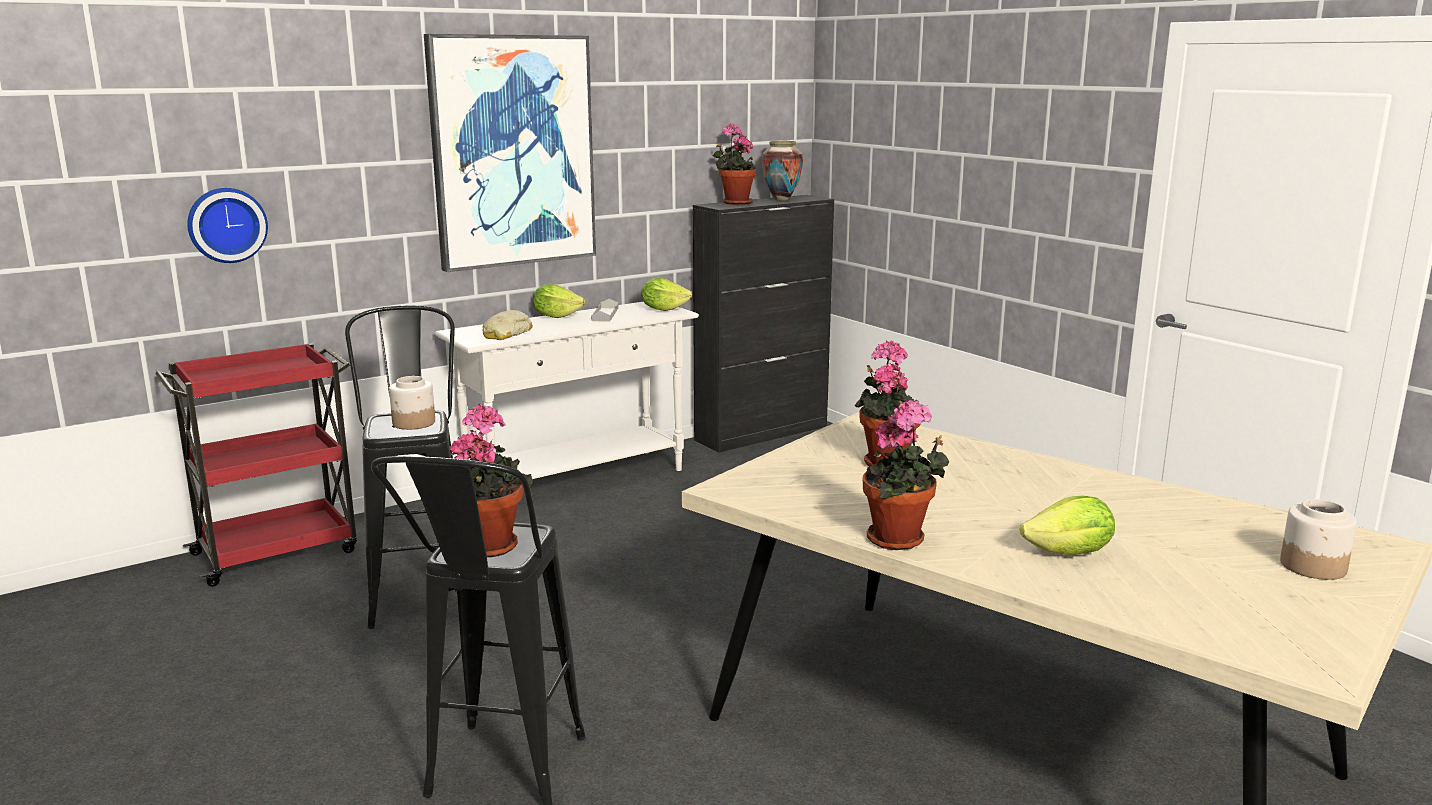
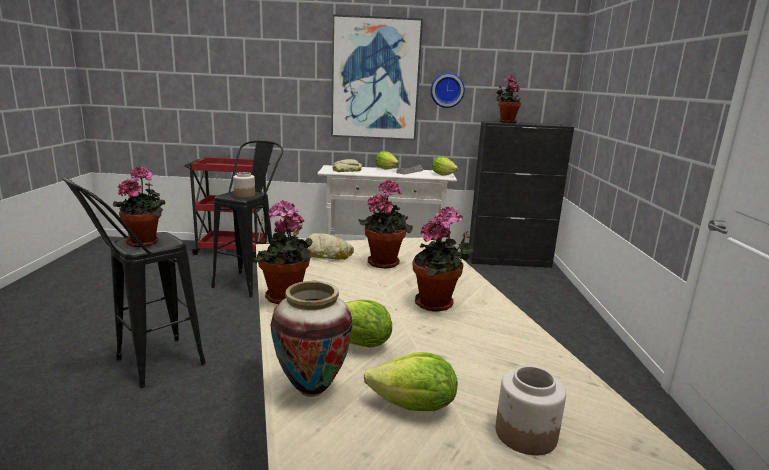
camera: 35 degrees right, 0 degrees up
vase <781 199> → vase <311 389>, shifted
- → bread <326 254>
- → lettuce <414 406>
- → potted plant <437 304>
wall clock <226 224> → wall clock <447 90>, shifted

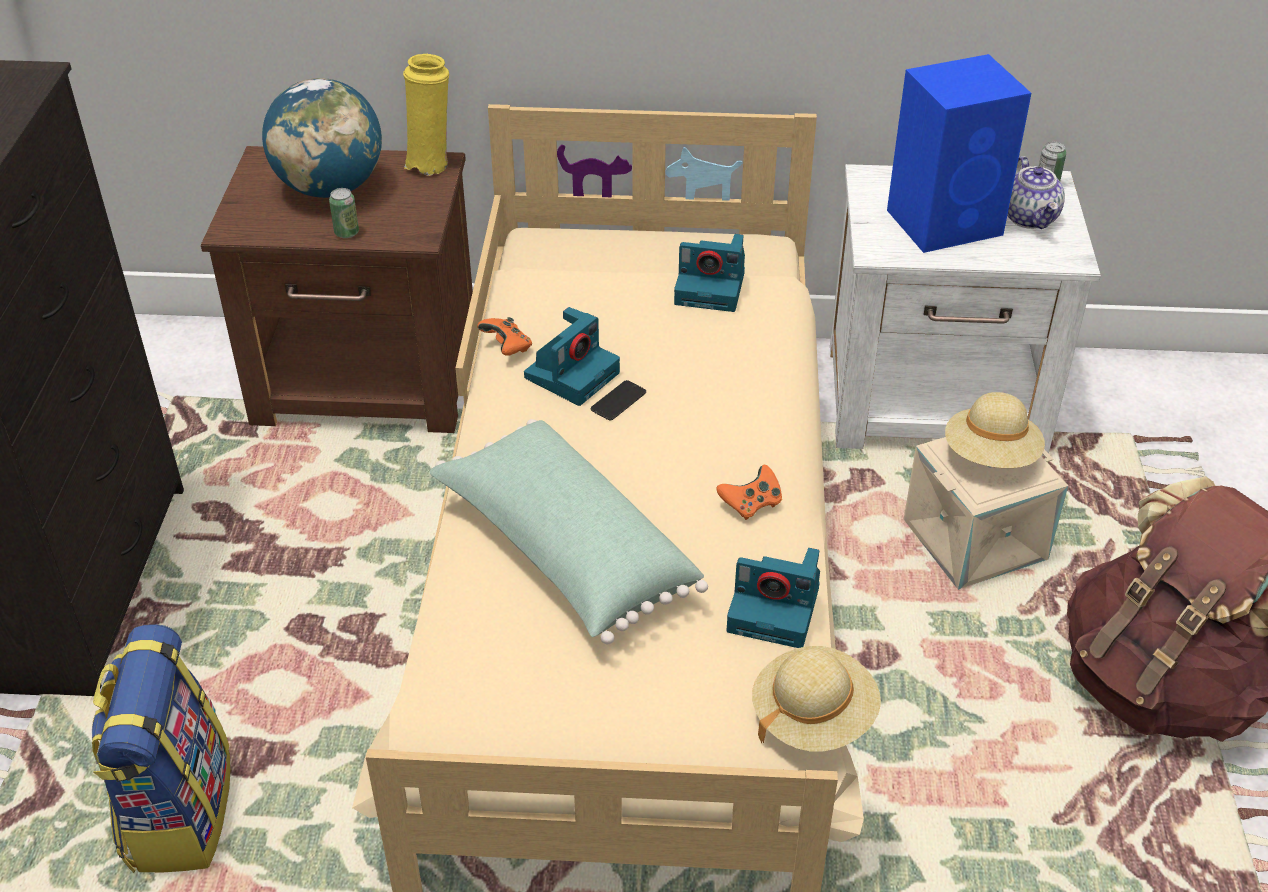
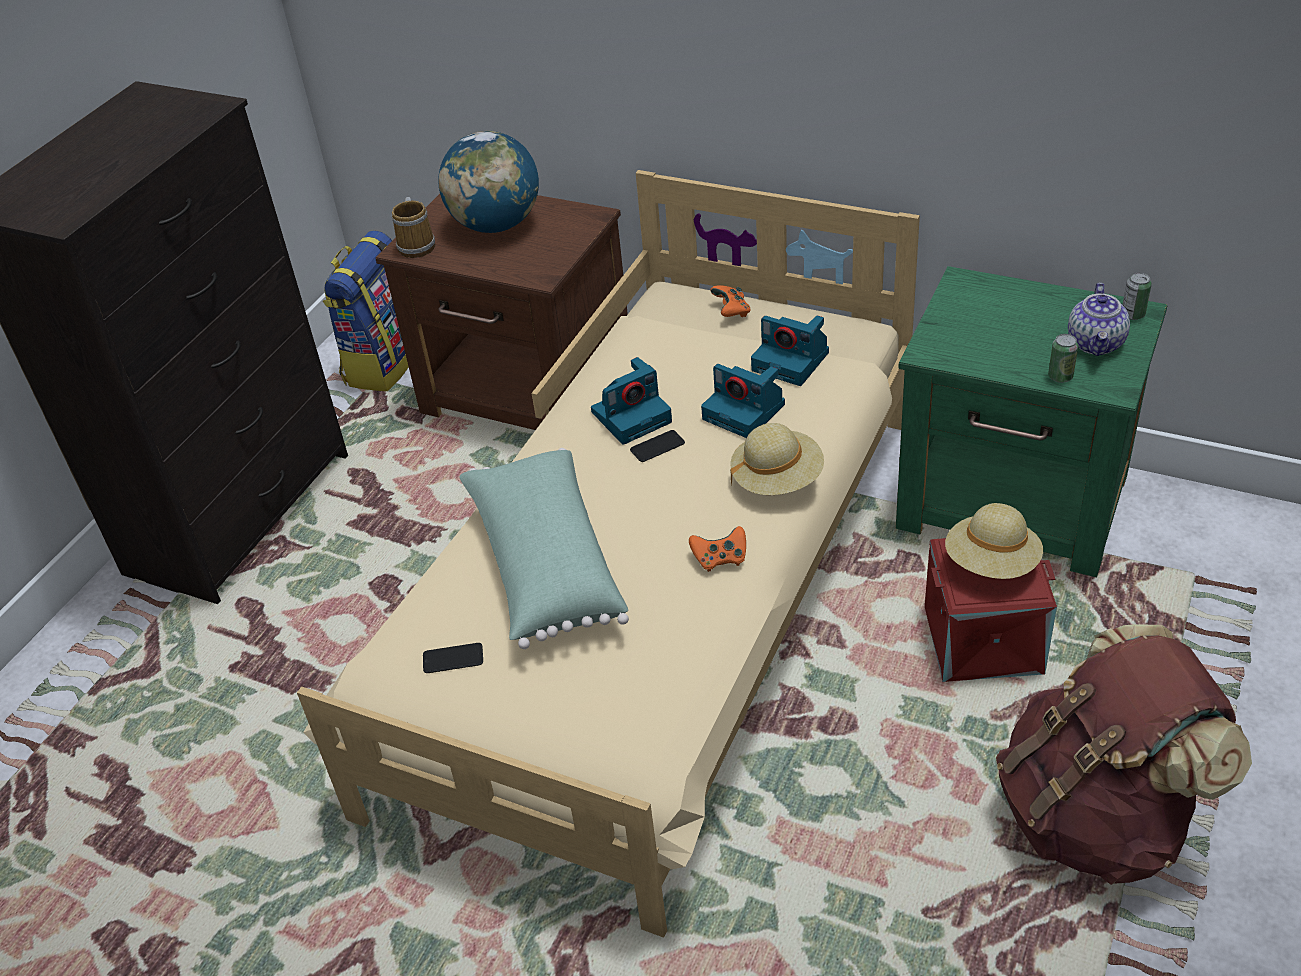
camera: 25 degrees right, 0 degrees up
backpack <178 811> → backpack <383 363>, shifted
- → mug <417 245>
- → phone <453 659>
photo camera <776 609> → photo camera <745 412>, shifted
orange game controller <507 348> → orange game controller <731 311>, shifted
beige hat <813 716> → beige hat <777 479>, shifted
white nightstand <937 401> → green nightstand <1015 505>
beige storage box <974 539> → red storage box <983 639>
can <346 233> → can <1060 377>, shifted
yellow vase <430 163> → -
blue speaker <947 222> → -

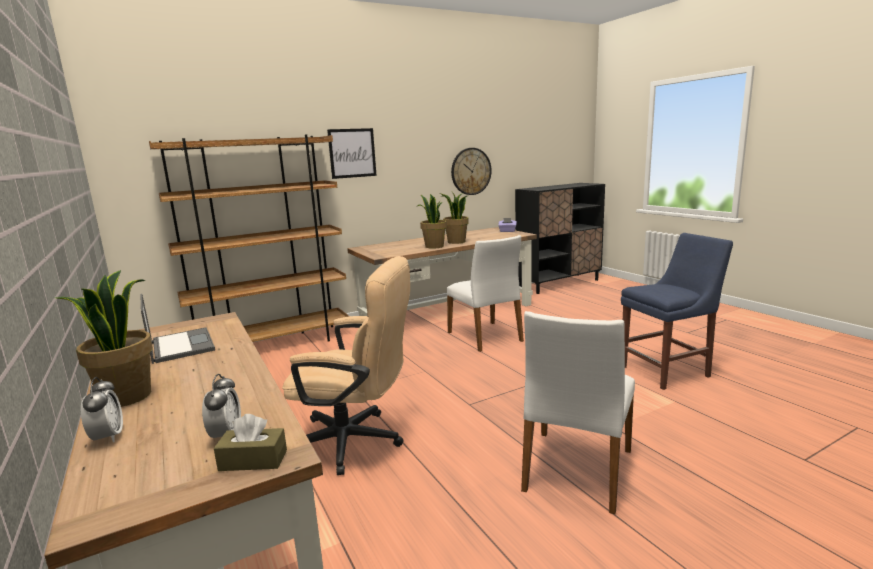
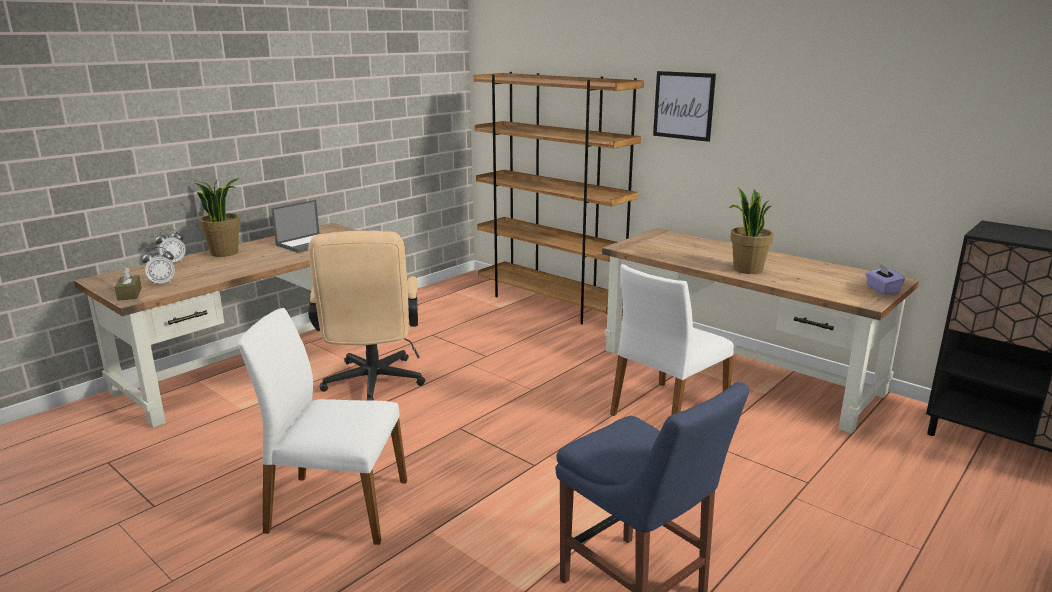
camera: 70 degrees right, 5 degrees up
potted plant <434 246> → -
wall clock <471 171> → -

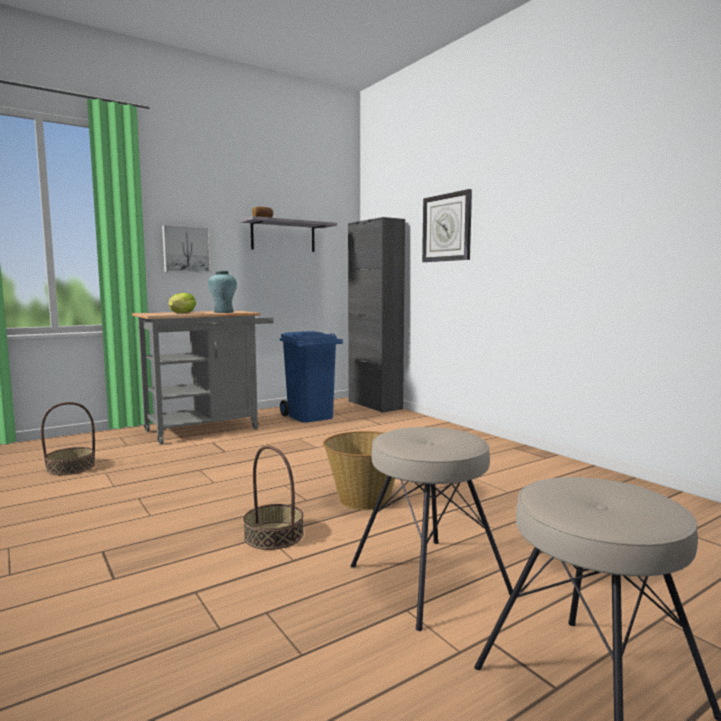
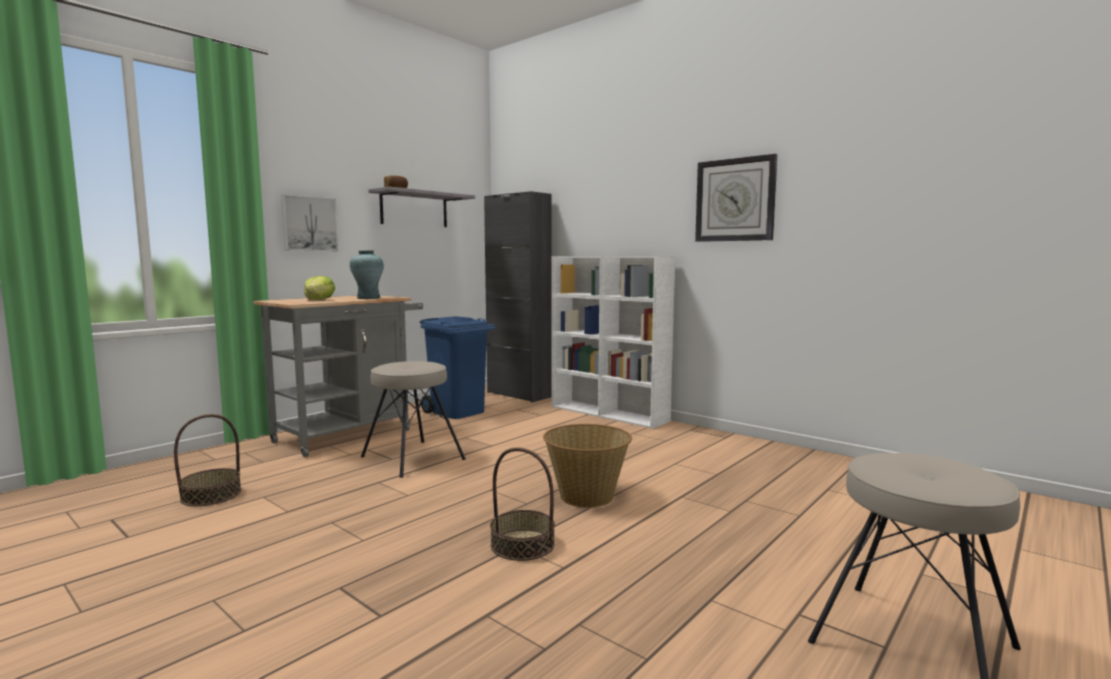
camera: 15 degrees left, 0 degrees up
beige stool <427 580> → beige stool <412 458>, shifted
- → white bookcase <609 413>
wall clock <447 227> → wall clock <735 200>, shifted

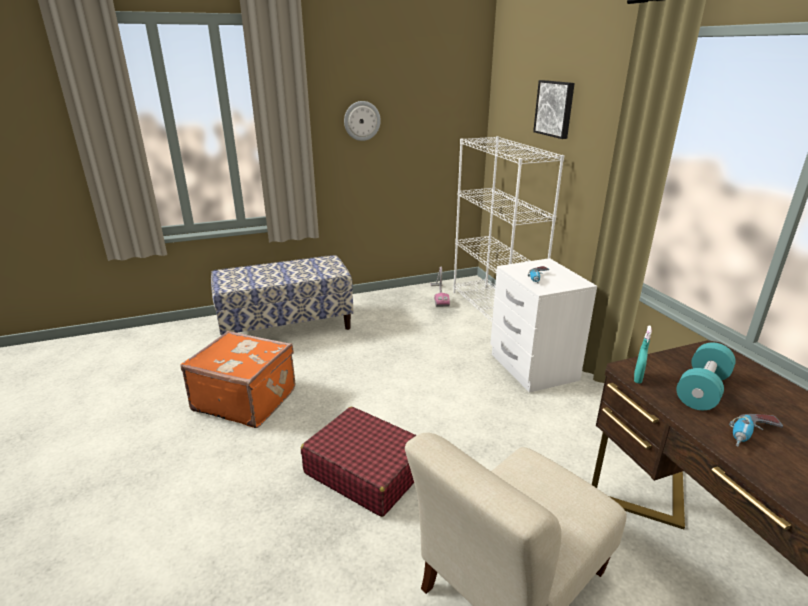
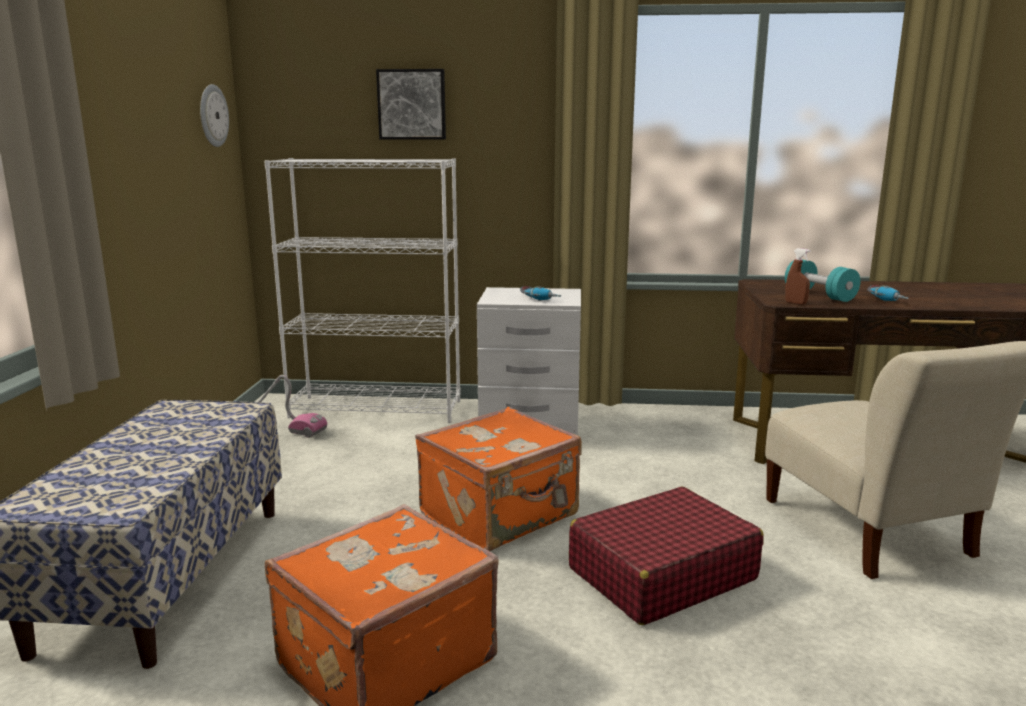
camera: 65 degrees left, 10 degrees down
wall clock <362 121> → wall clock <212 116>, shifted
- → orange suitcase <501 516>
turquoise spray bottle <637 378> → brown spray bottle <795 303>

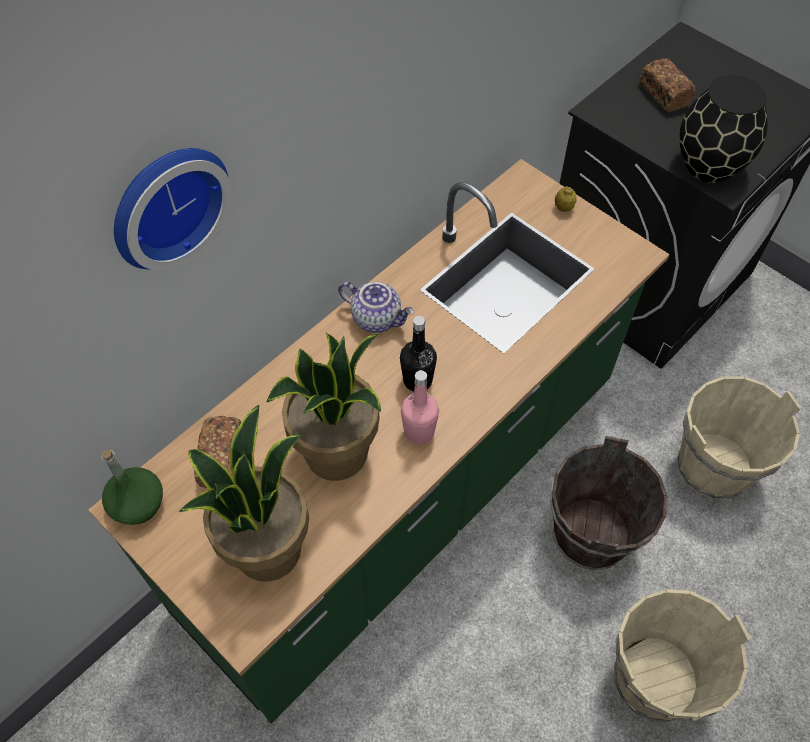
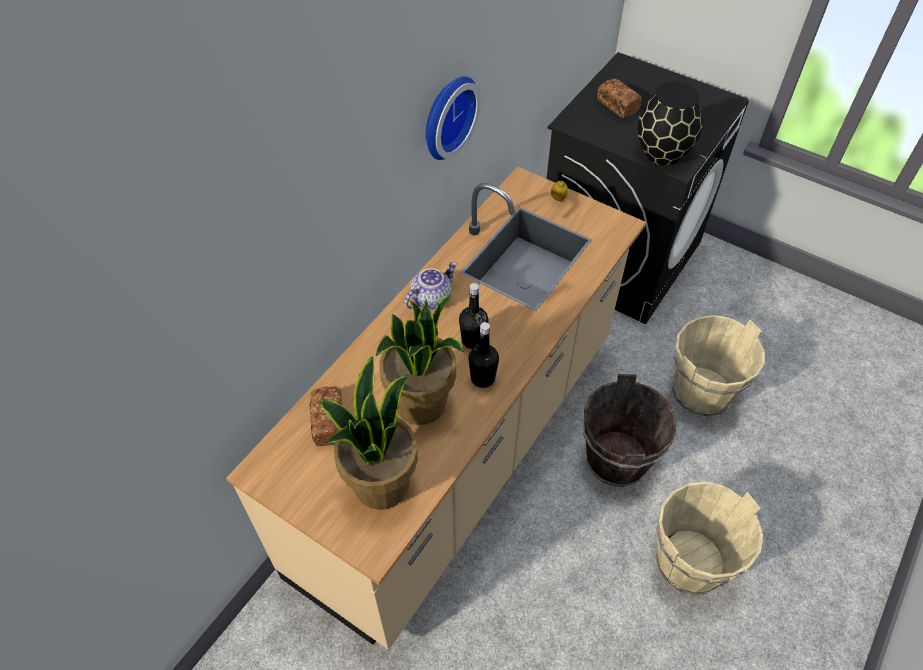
camera: 10 degrees left, 5 degrees down
green counter <405 497> → beige counter <461 454>
teapot <377 318> → teapot <431 298>, 60 degrees counterclockwise
wall clock <165 203> → wall clock <446 116>, shifted
pink bottle <419 432> → black bottle <483 378>
green bottle <137 504> → -

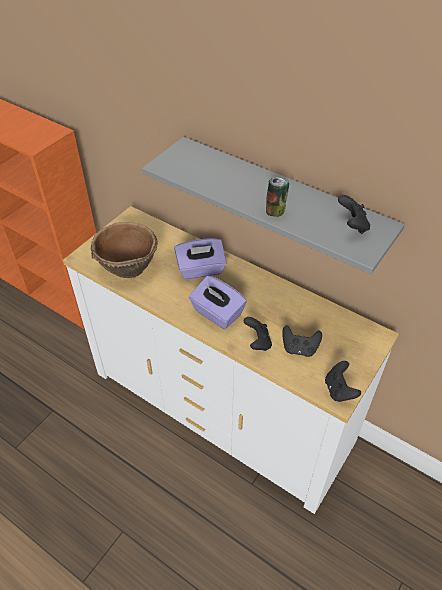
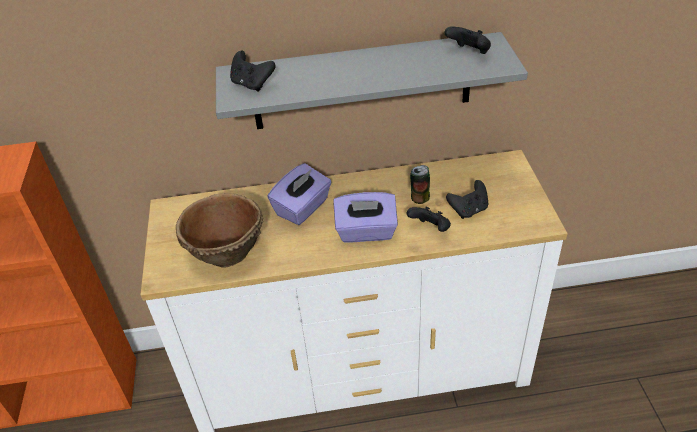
camera: 40 degrees left, 5 degrees down
black game controller <339 390> → black game controller <252 84>, shifted
can <275 211> → can <420 198>, shifted

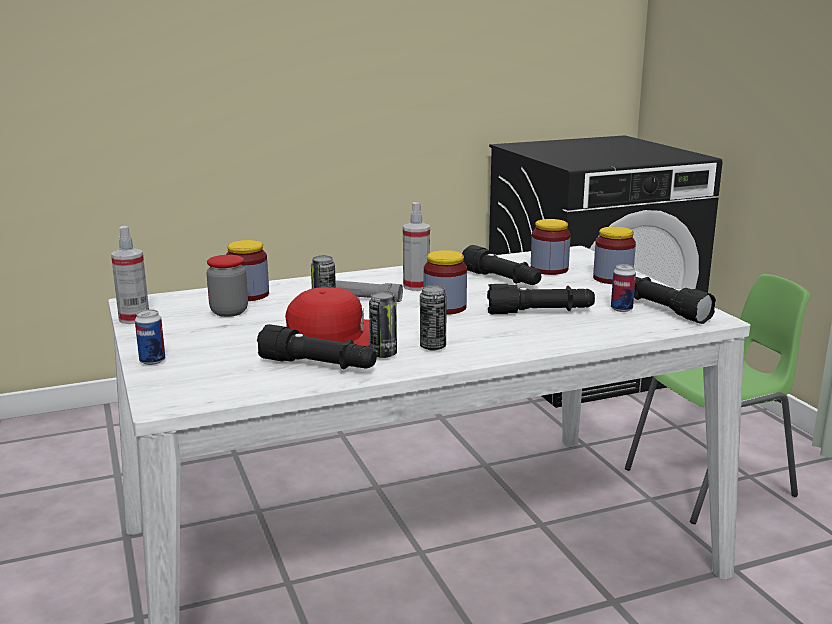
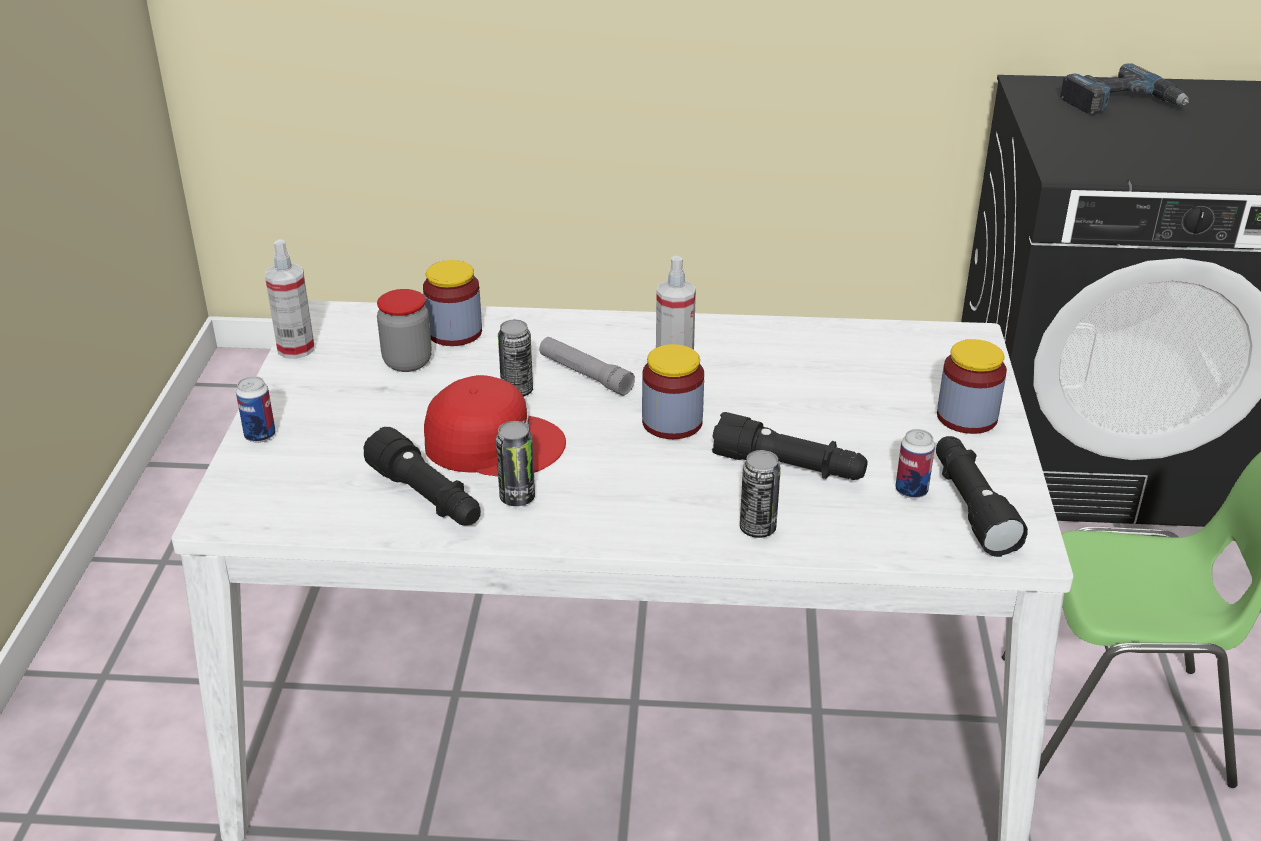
camera: 25 degrees right, 15 degrees up
can <433 347> → can <757 528>, shifted
- → power drill <1121 103>
black flashlight <502 280> → -
jar <549 269> → -

